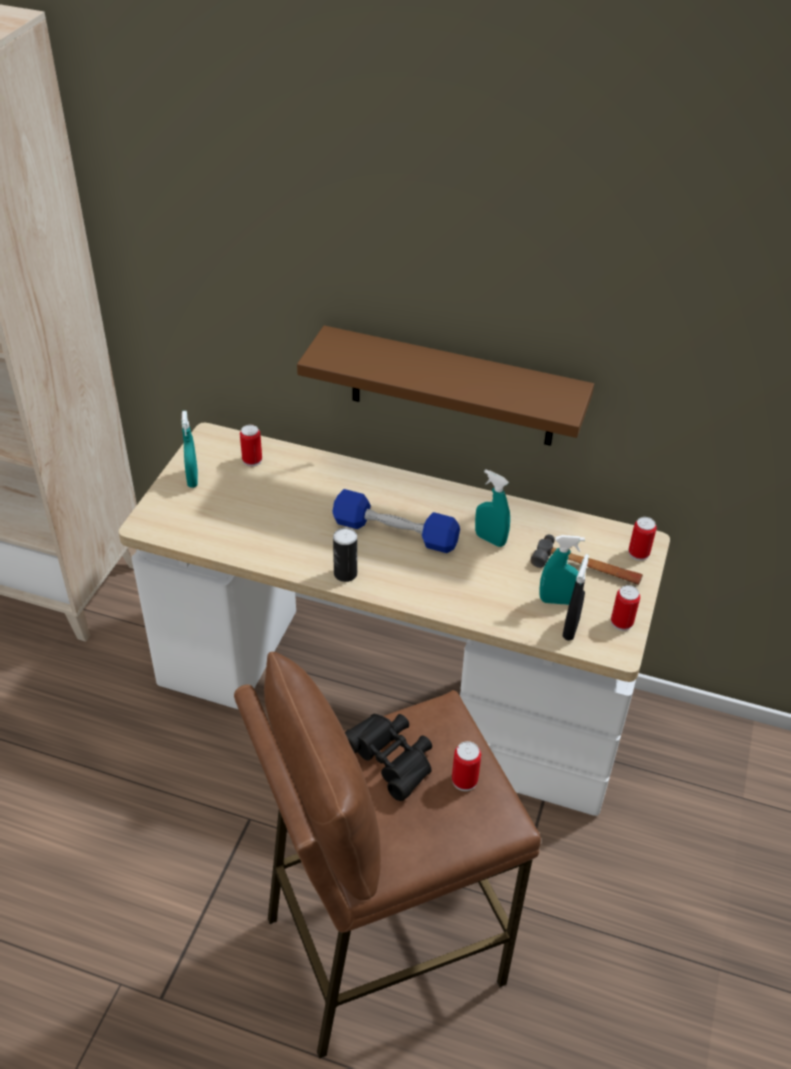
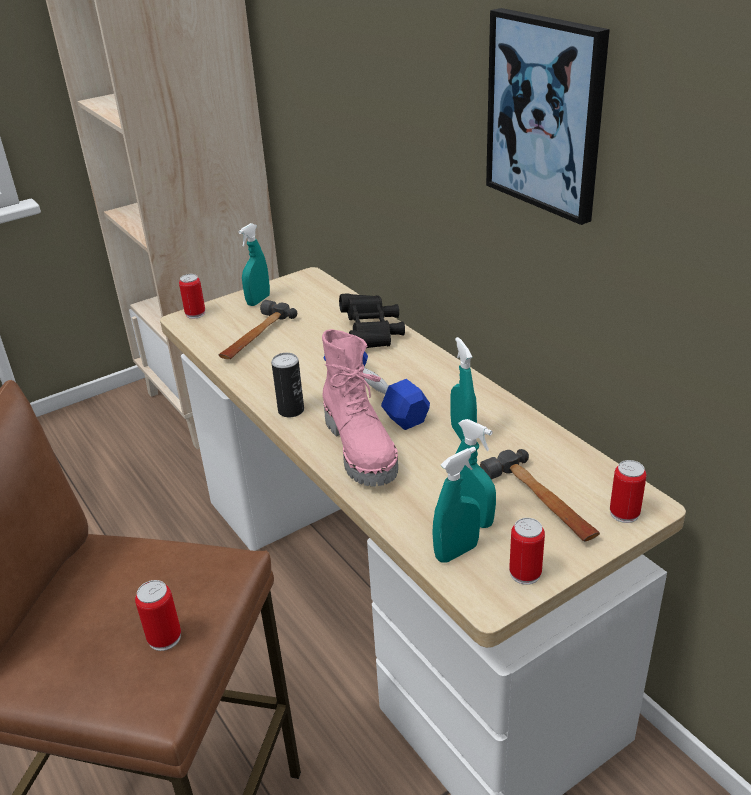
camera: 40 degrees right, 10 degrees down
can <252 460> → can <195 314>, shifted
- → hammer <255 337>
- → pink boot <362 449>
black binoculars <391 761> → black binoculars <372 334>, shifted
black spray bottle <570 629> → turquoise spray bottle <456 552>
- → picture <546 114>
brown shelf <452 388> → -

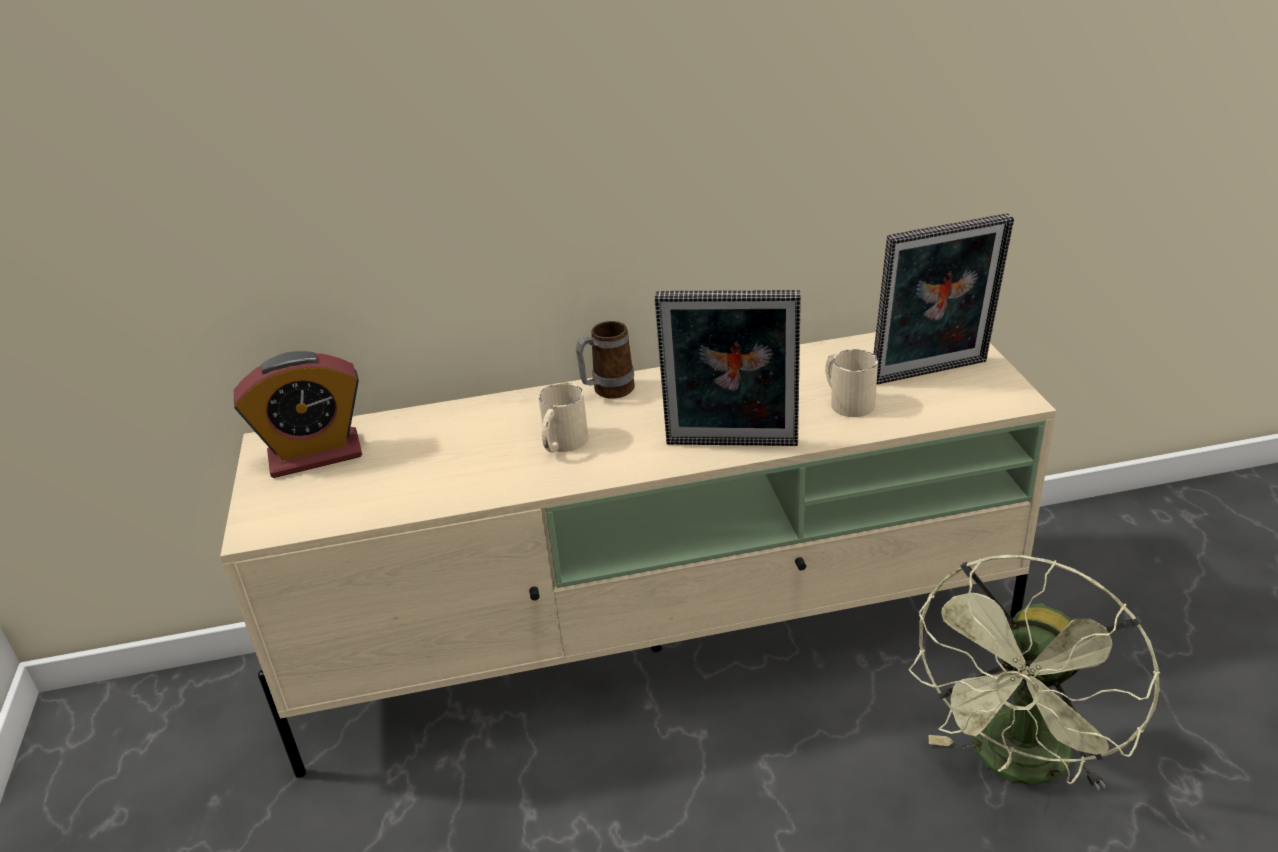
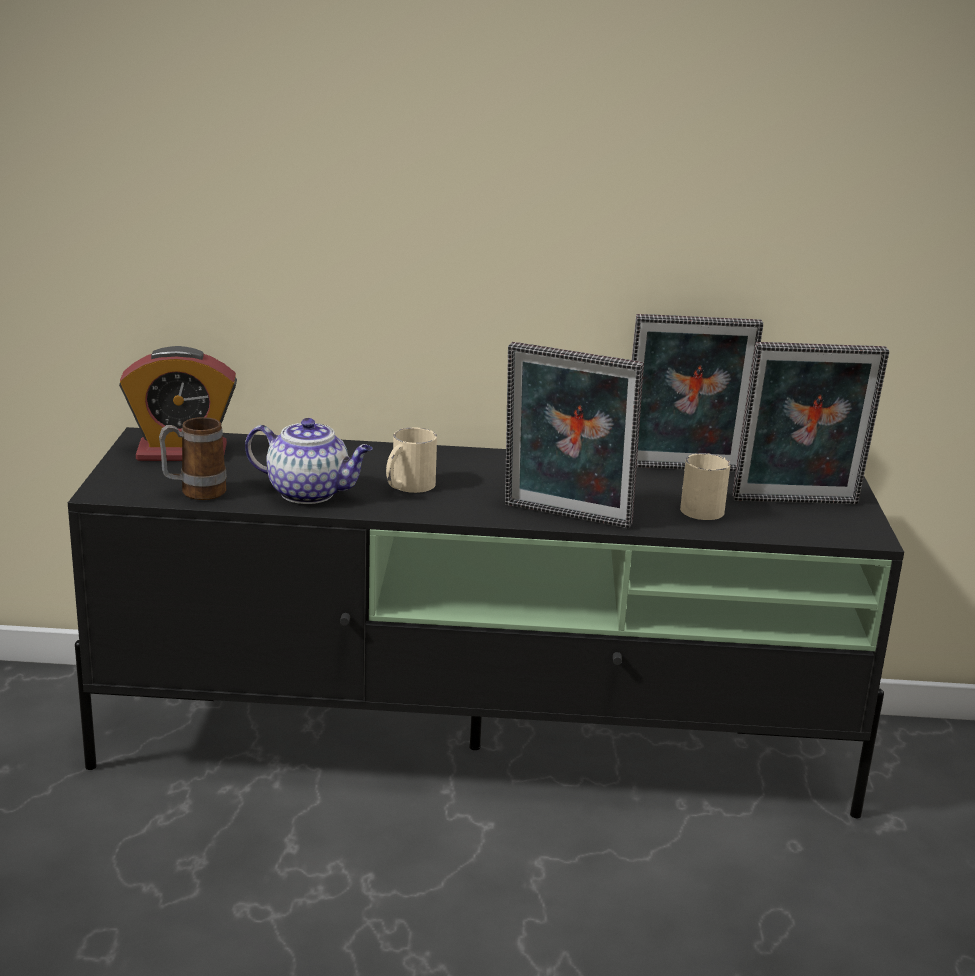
camera: 10 degrees right, 10 degrees down
beige tv stand <661 648> → black tv stand <479 748>
mug <607 392> → mug <194 493>, shifted
- → teapot <310 493>
- → picture frame <681 470>
green fan <1018 766> → -

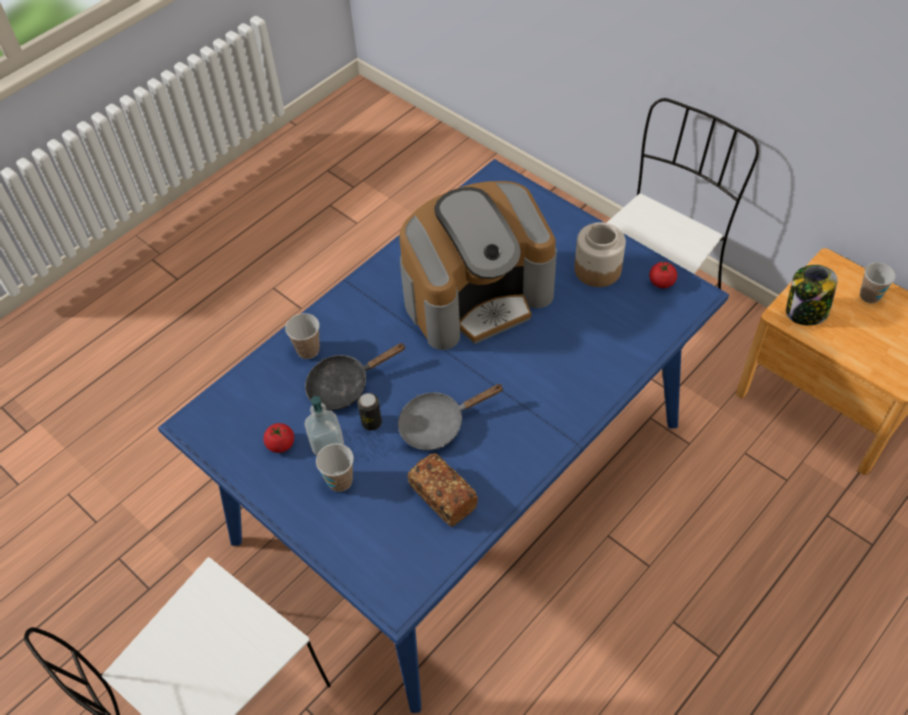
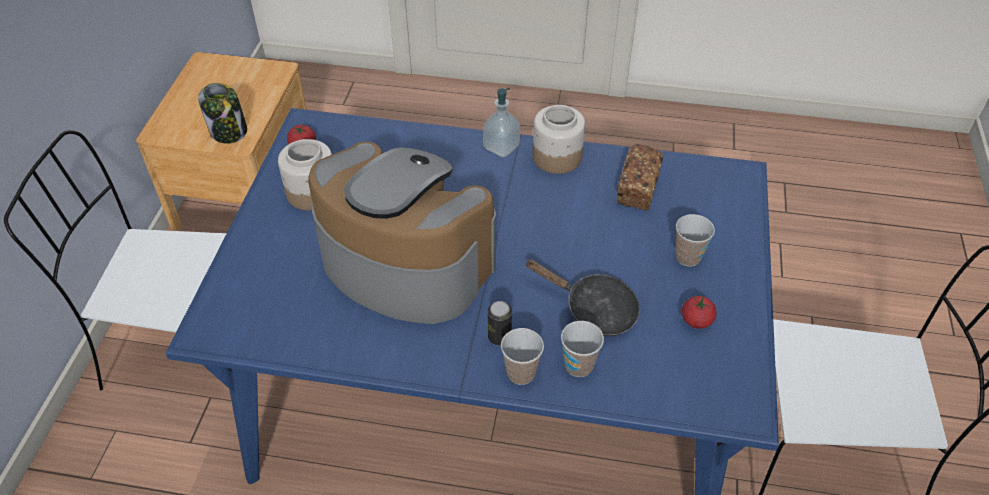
camera: 125 degrees left, 5 degrees down
soap dispenser <326 442> → soap dispenser <501 147>, shifted
can <371 423> → can <499 337>, shifted
cup <869 296> → cup <521 373>, shifted
- → jar <556 157>
grey frying pan <438 424> → -

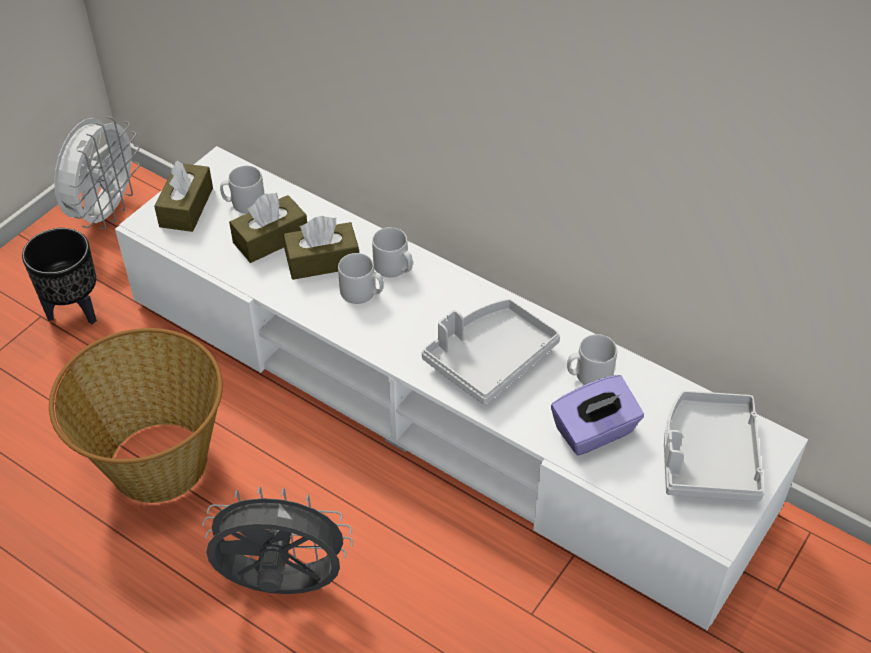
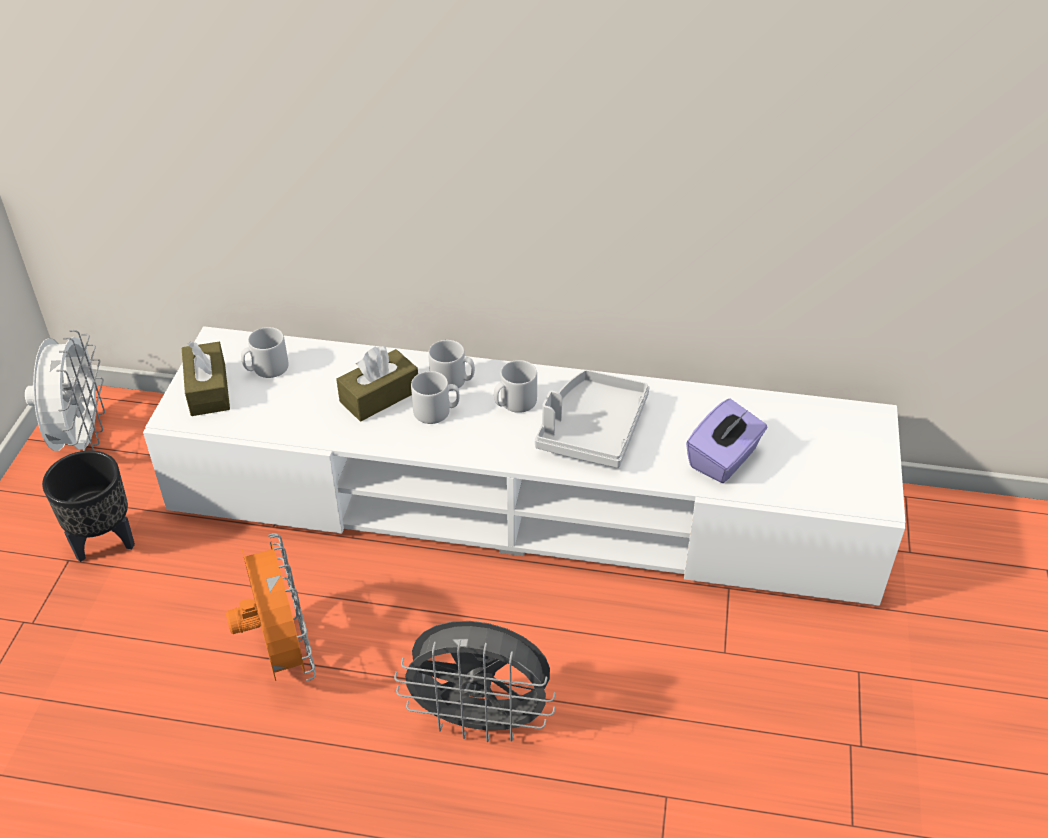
camera: 25 degrees left, 5 degrees down
basket <156 462> → orange fan <282 655>
grey fan <281 586> → grey fan <481 720>, 150 degrees counterclockwise
grey mug <589 375> → grey mug <514 403>, shifted
brown tissue box <270 239> → -
grey tray <707 456> → -

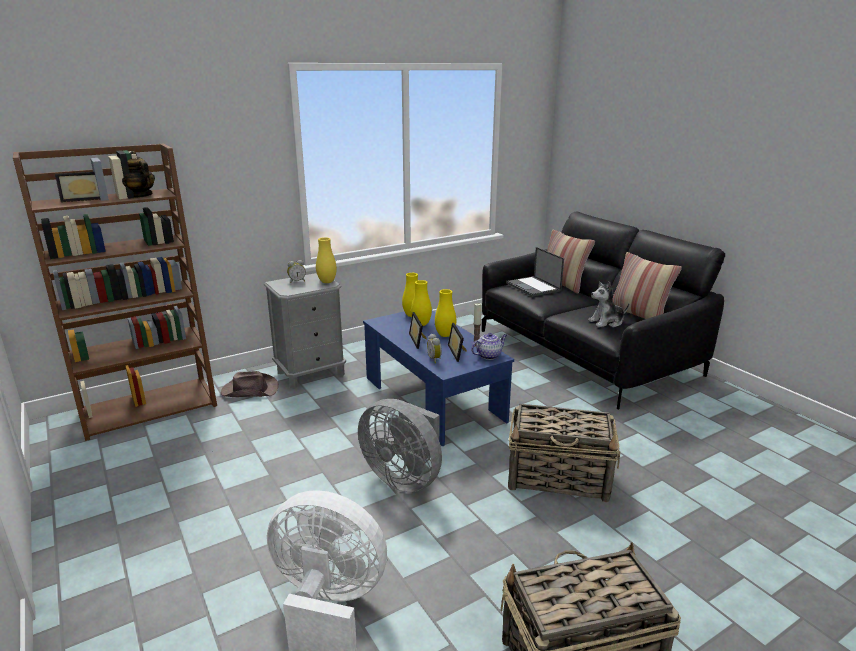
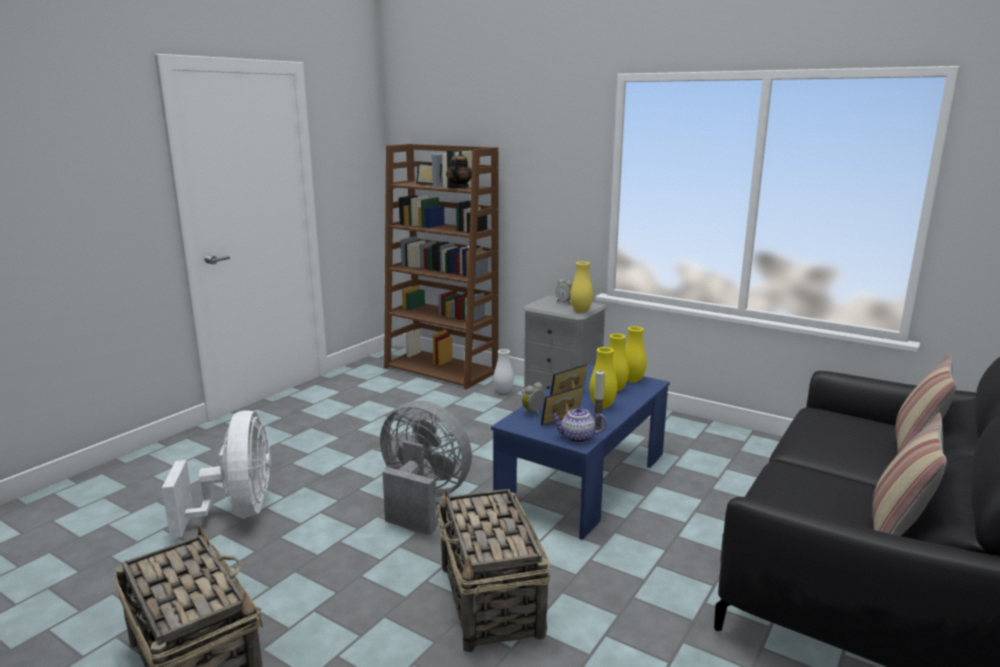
camera: 65 degrees right, 5 degrees down
grey fan <404 478> → grey fan <422 500>, 105 degrees clockwise
brown hat <249 390> → white vase <503 392>
teapot <489 355> → teapot <577 438>, 150 degrees clockwise
laptop <533 287> → -
plush toy <606 322> → -

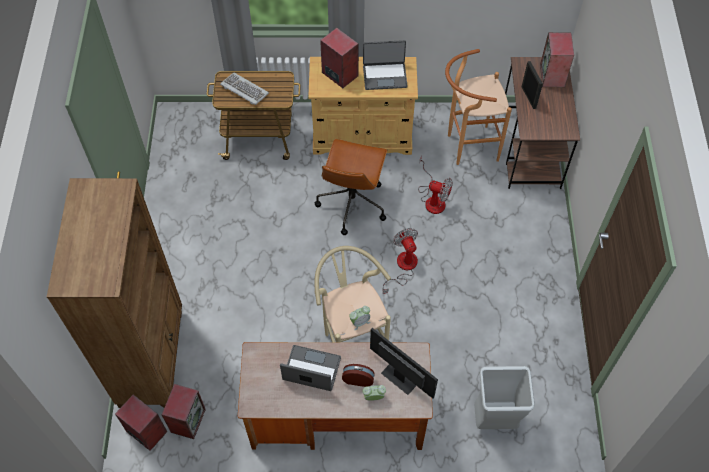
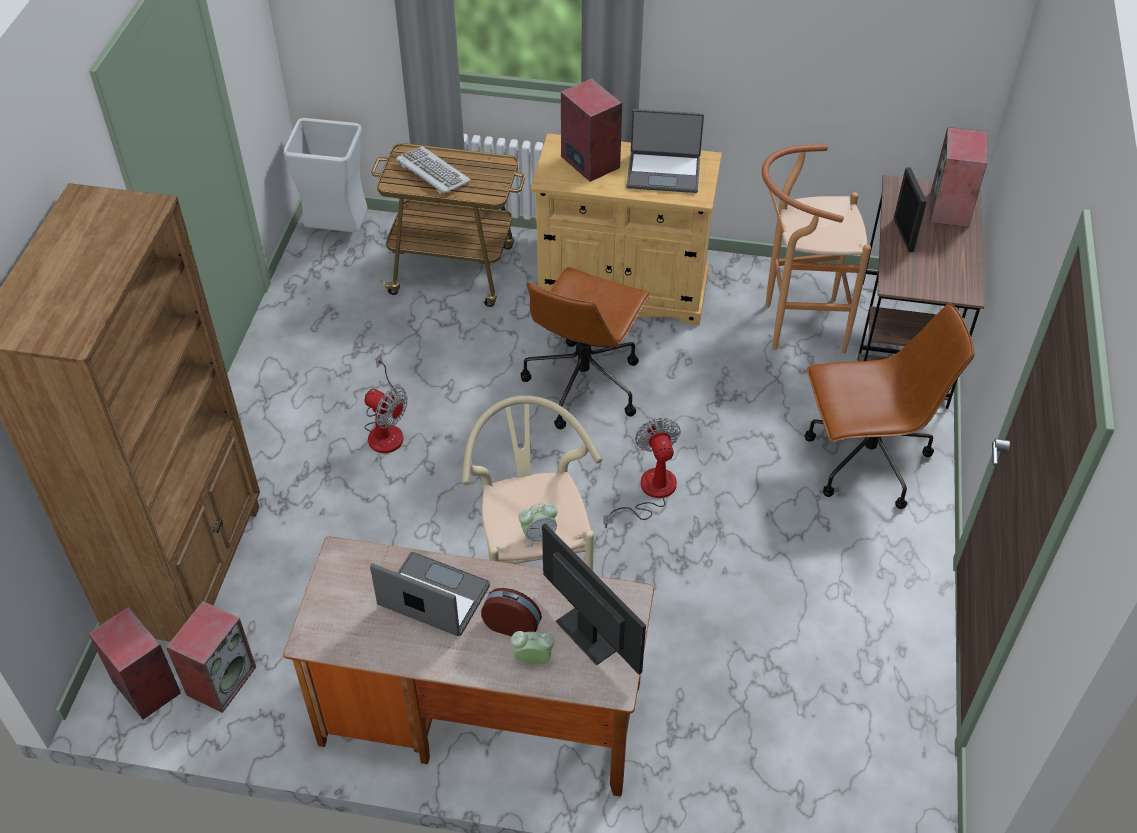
camera: 10 degrees right, 10 degrees down
grey trash can <495 419> → grey trash can <339 231>, shifted
fan <432 199> → fan <385 429>, shifted
- → brown office chair <864 462>

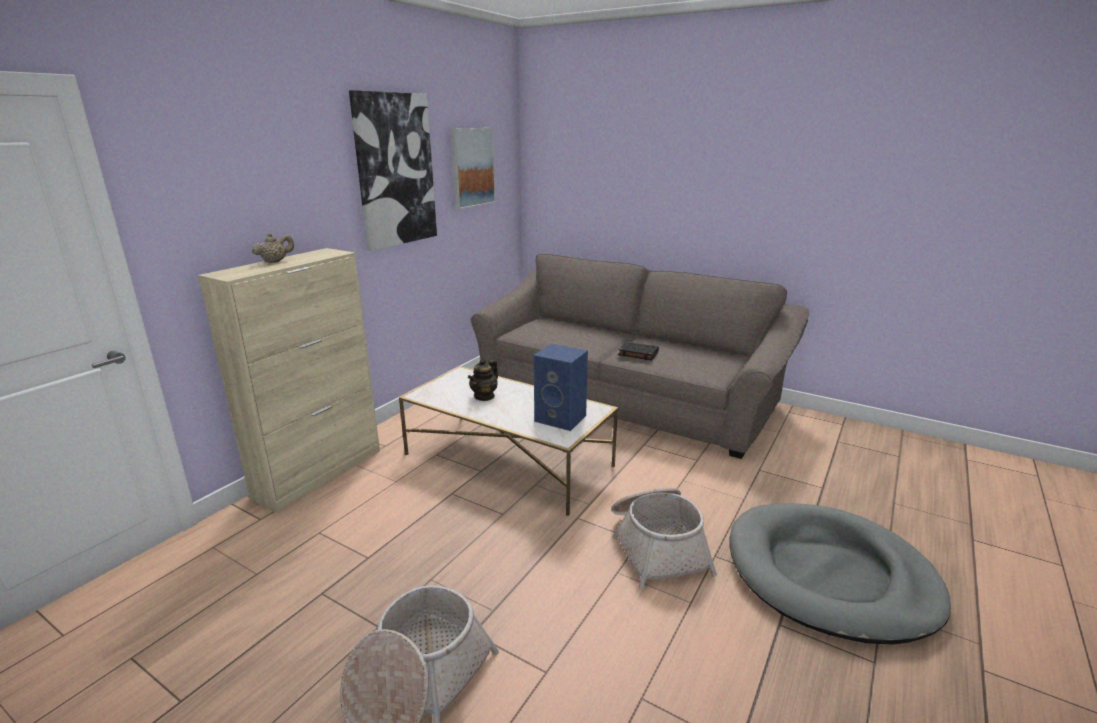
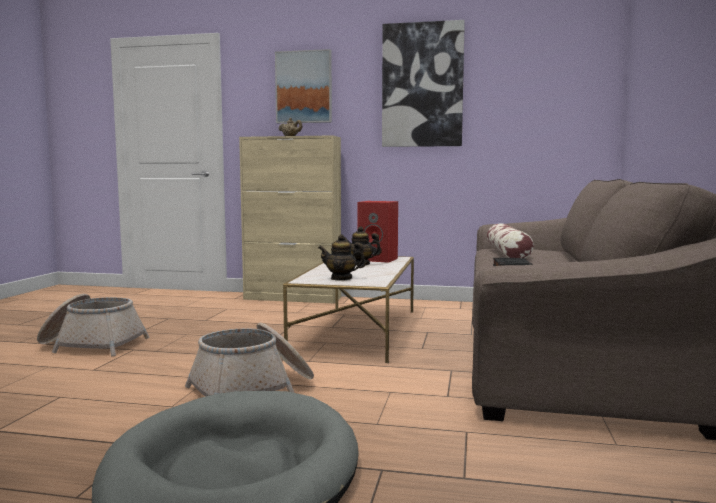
camera: 70 degrees right, 15 degrees down
picture <472 167> → picture <304 87>, shifted
blue speaker <562 418> → teapot <341 278>
- → red speaker <379 259>
- → pillow <508 253>

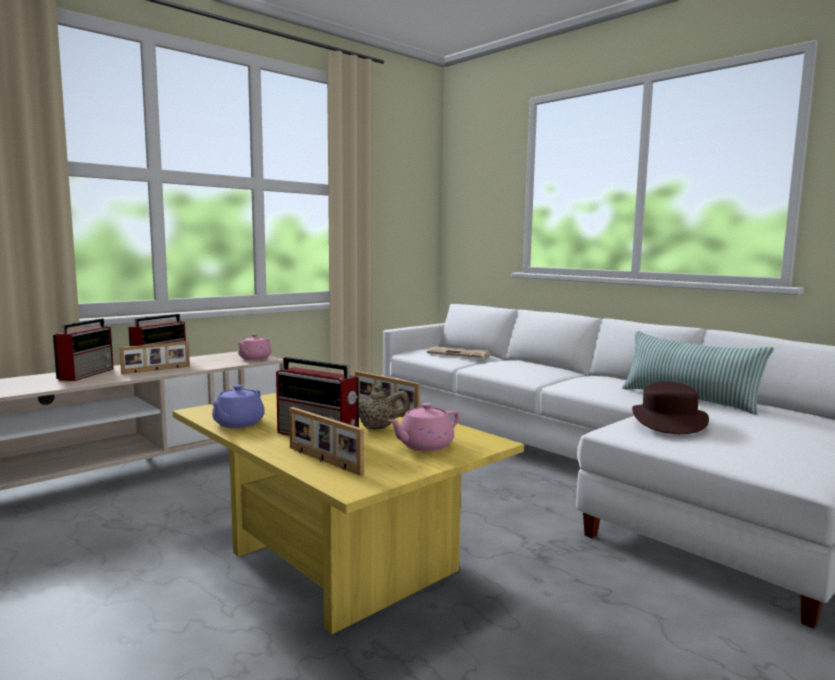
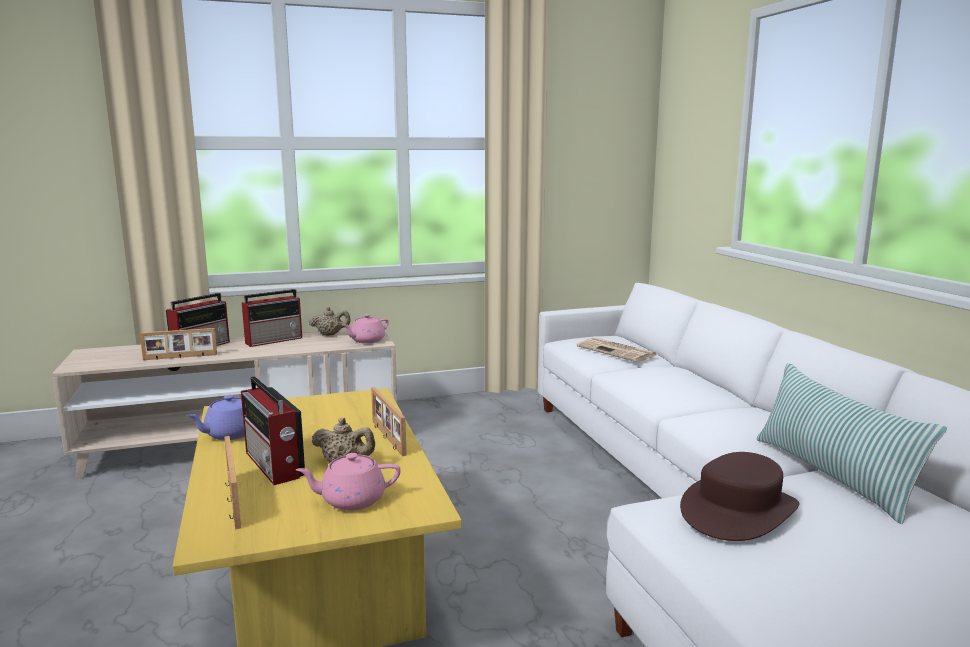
camera: 25 degrees right, 5 degrees up
picture frame <156 370> → picture frame <180 357>, shifted
- → beige teapot <330 334>

